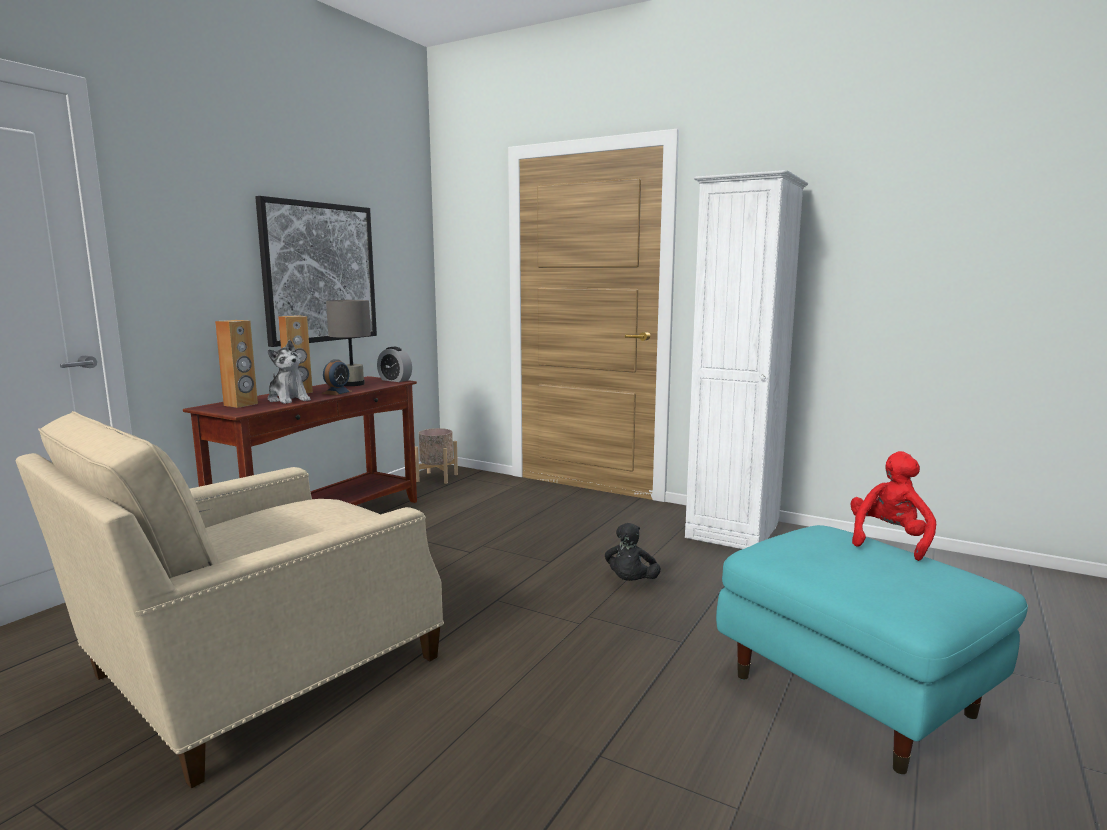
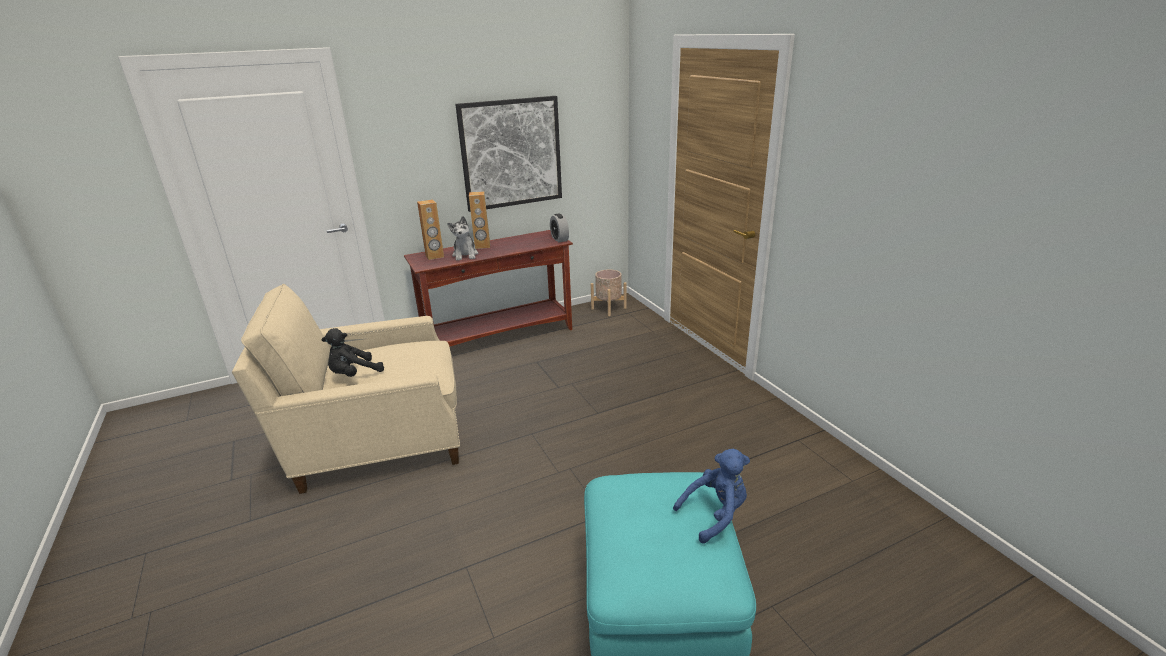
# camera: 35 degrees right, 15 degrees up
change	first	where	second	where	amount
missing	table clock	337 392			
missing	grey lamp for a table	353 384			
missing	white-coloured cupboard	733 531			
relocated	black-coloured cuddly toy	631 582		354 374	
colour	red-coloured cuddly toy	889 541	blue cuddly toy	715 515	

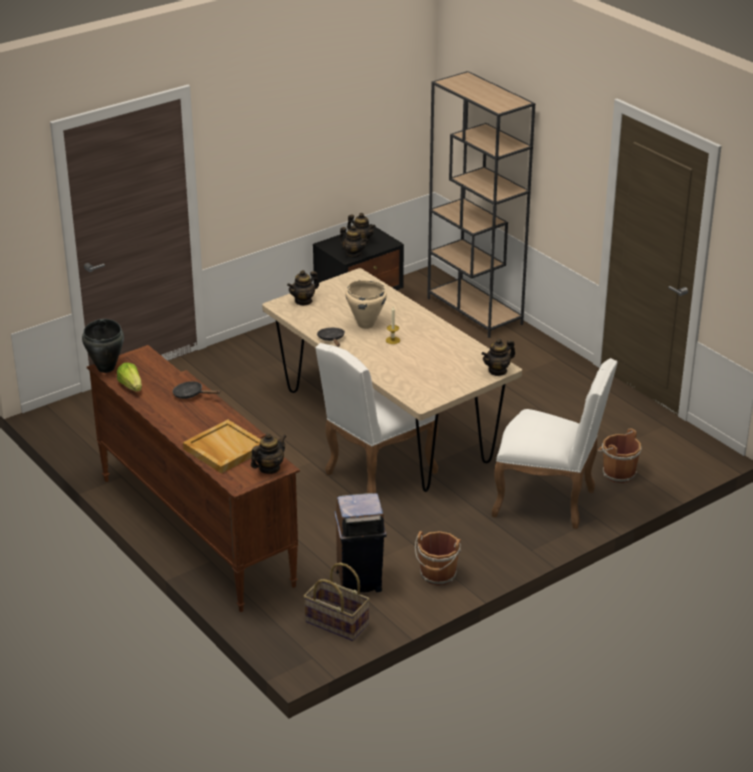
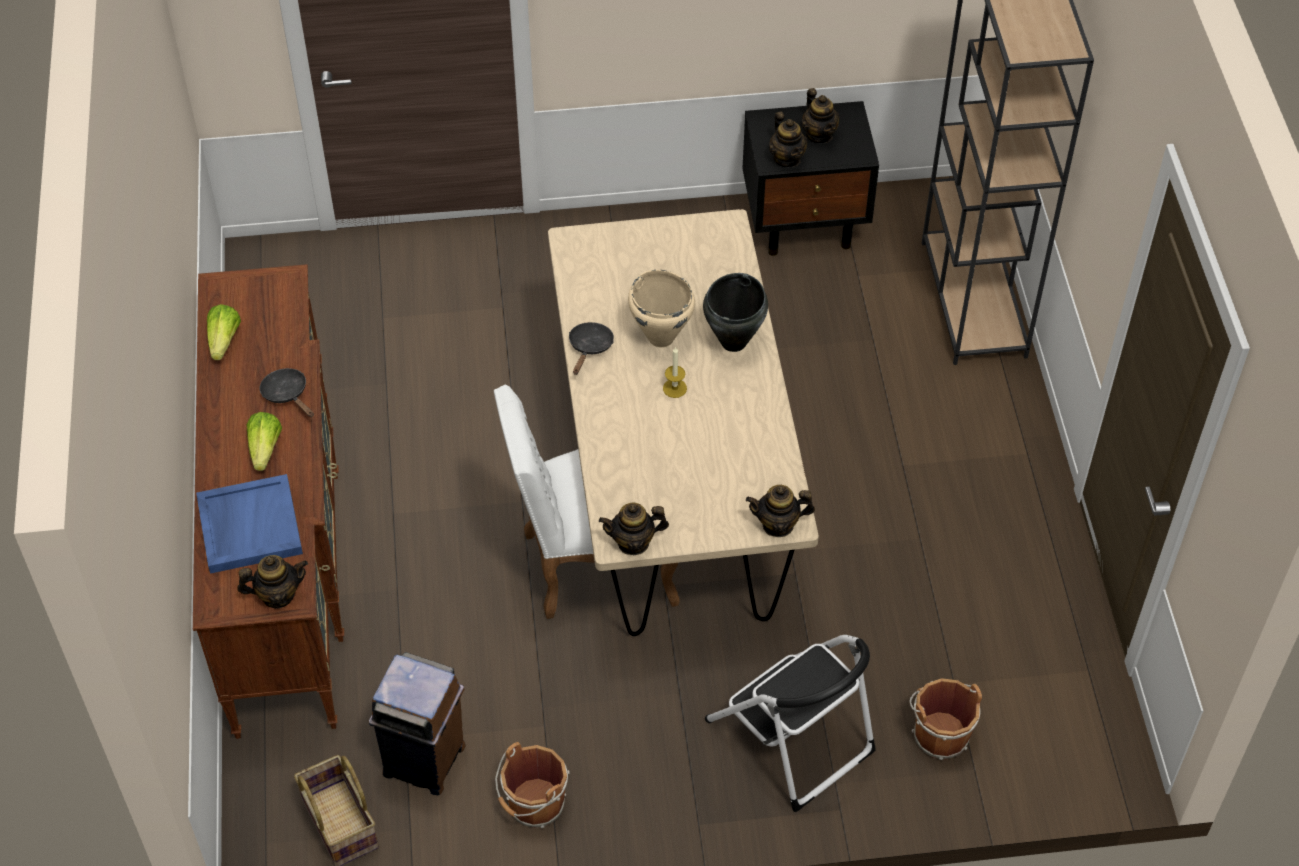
# camera: 30 degrees right, 20 degrees up
change	first	where	second	where	amount
appeared			lettuce head	265 449	
relocated	black-coloured saucepot	106 368		734 341	
relocated	pot for tea	303 301		633 542	
exchanged	white-coloured chair	547 501	step stool	793 739	
colour	beige carrying tray	224 449	blue carrying tray	249 526	

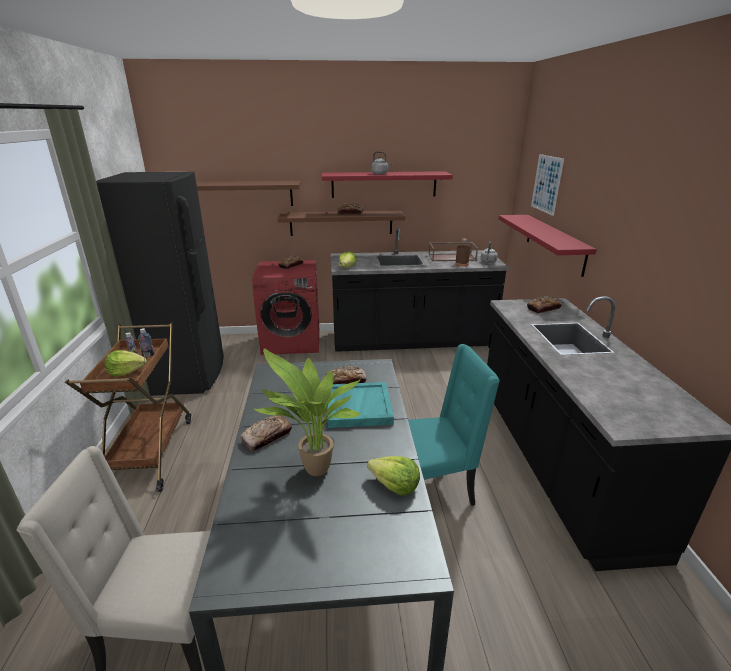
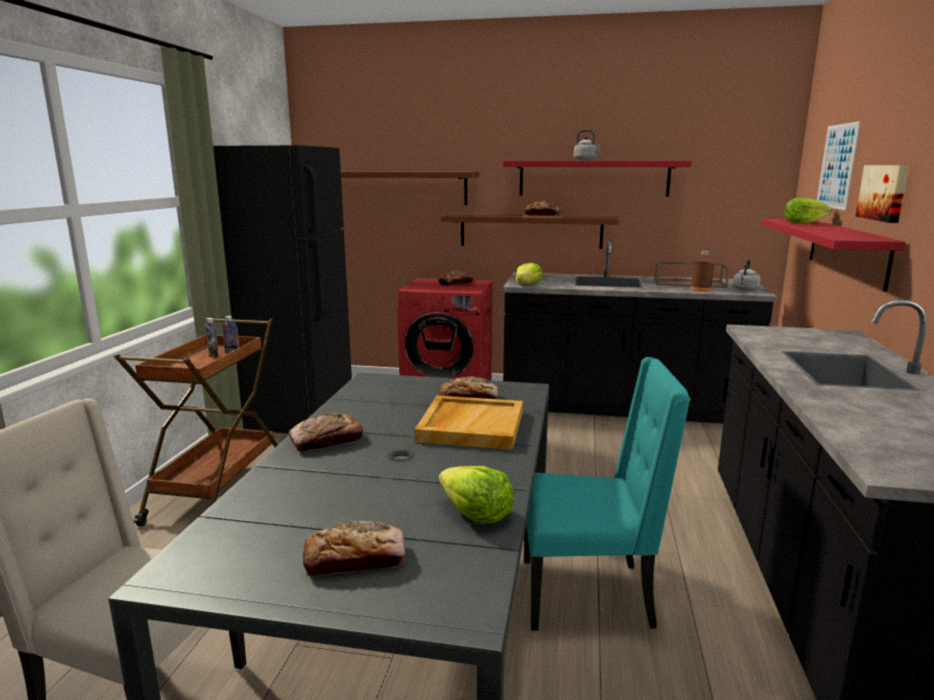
# camera: 15 degrees right, 10 degrees down
change	first	where	second	where	amount
missing	potted plant	314 471			
appeared			wall picture	884 192	
relocated	lettuce head	126 371		803 223	
relocated	bakery bread	543 308		355 559	
colour	turquoise-coloured carrying tray	358 406	beige carrying tray	470 426	

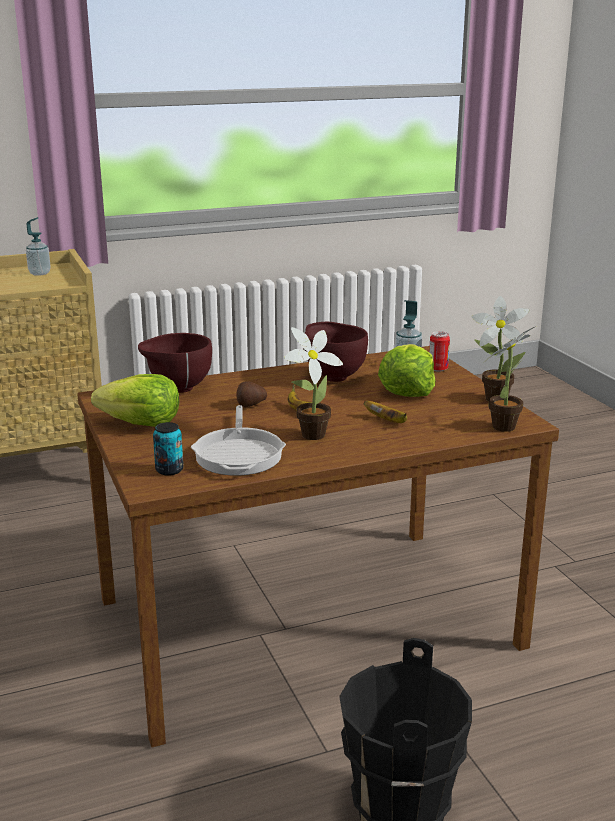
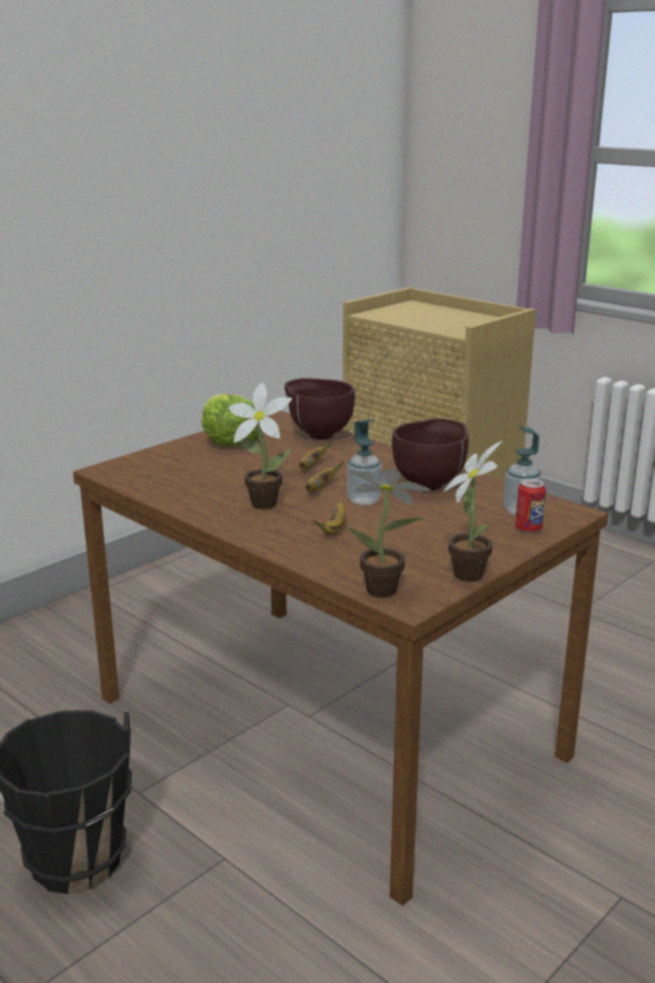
# camera: 65 degrees right, 0 degrees up
change	first	where	second	where	amount
missing	sealed can	169 470			
missing	skillet	239 454			
missing	lettuce head	407 390			
relocated	liquid soap bottle	39 273		364 500	
exchanged	potato	250 405	whole banana	311 467	

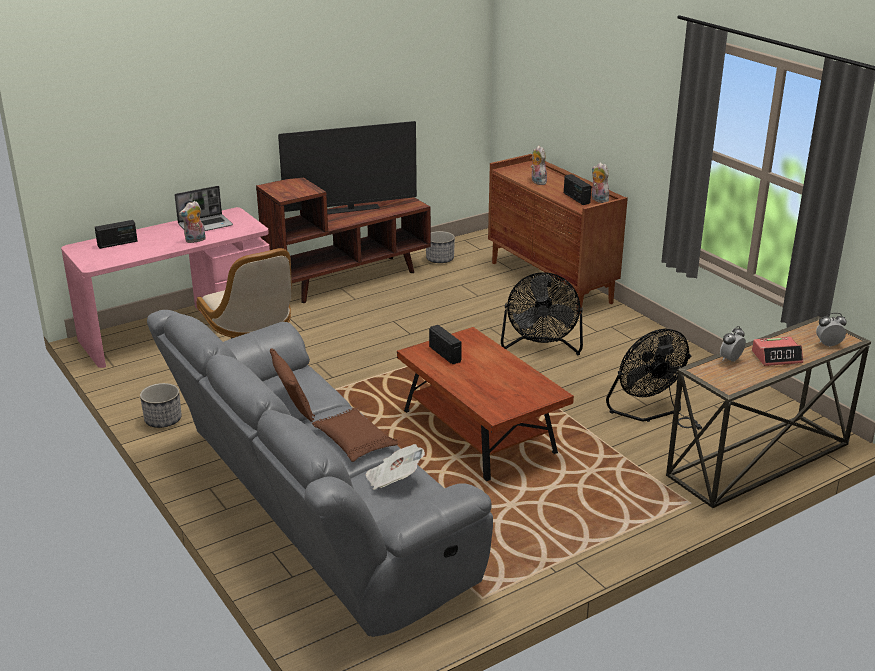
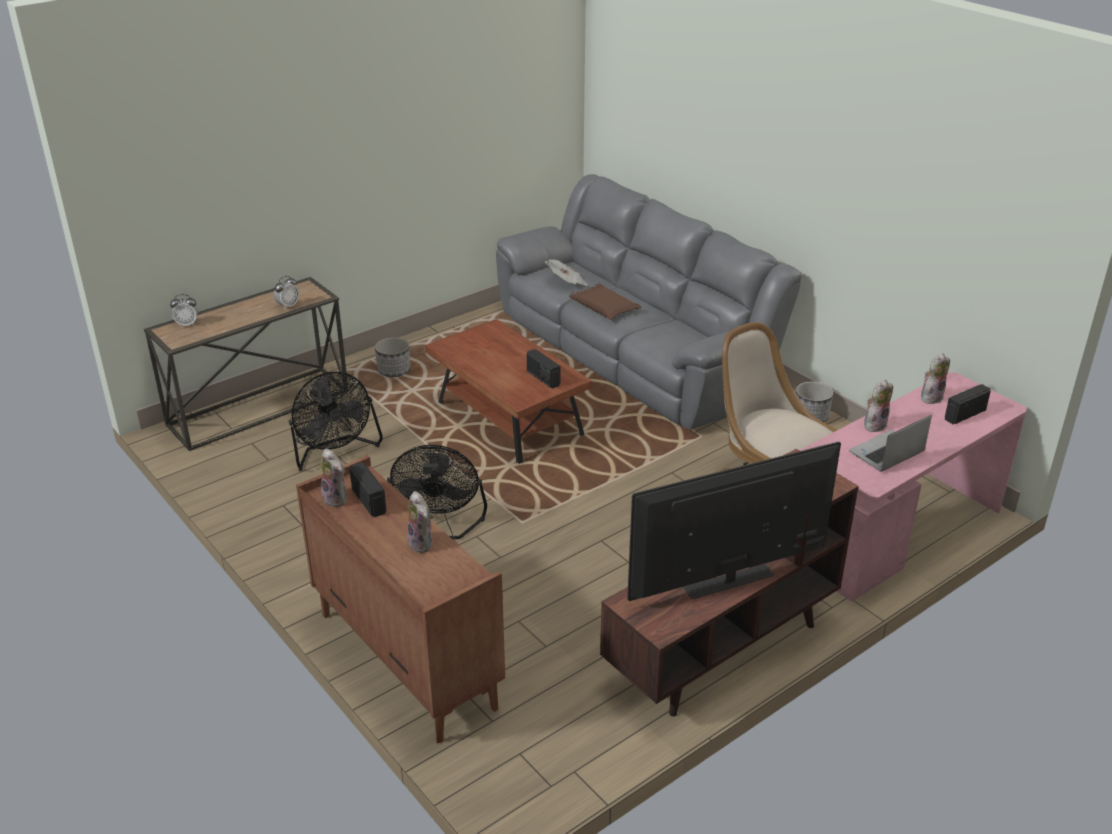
# camera: 175 degrees right, 5 degrees up
change	first	where	second	where	amount
missing	brown pillow	293 404			
missing	table clock	777 357			
appeared			cuddly toy	931 397	
relocated	flower pot	440 259		394 370	

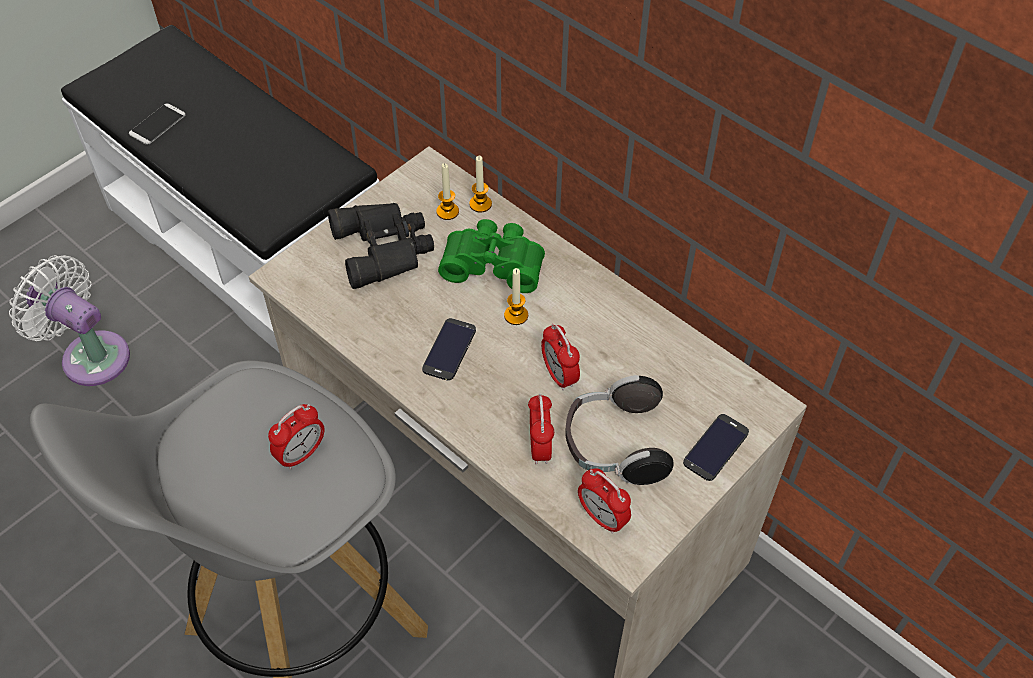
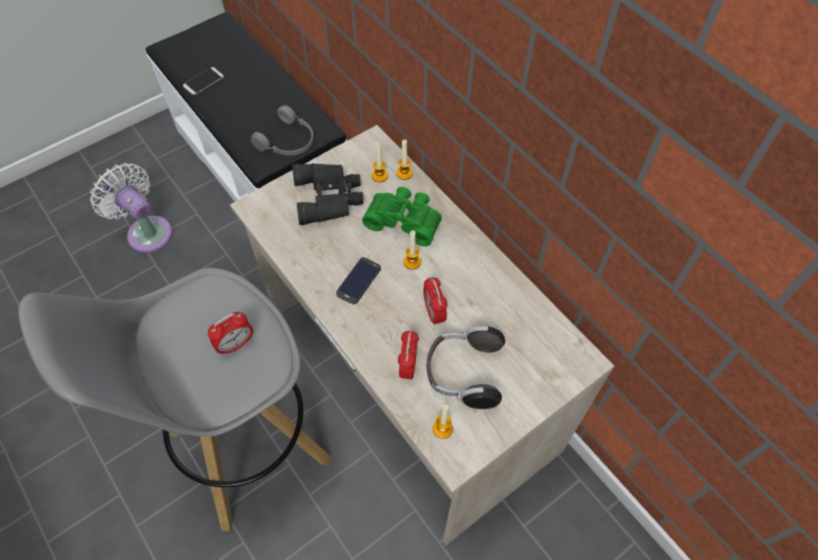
# camera: 10 degrees right, 5 degrees up
change	first	where	second	where	amount
missing	handset	716 447			
appeared			grey headset	288 141	
exchanged	table clock	602 517	wax light	442 428	

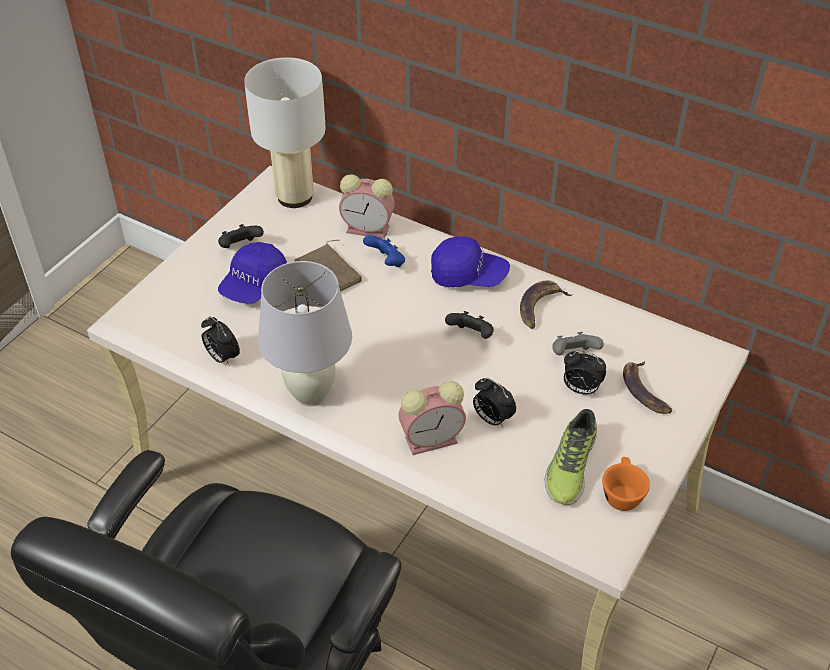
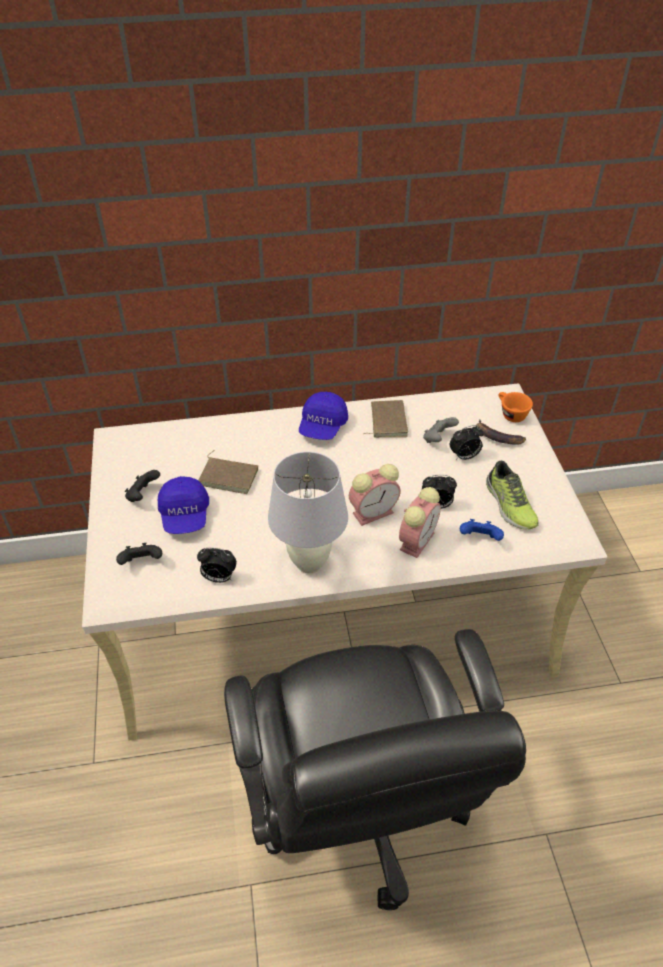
# camera: 40 degrees left, 0 degrees up
change	first	where	second	where	amount
missing	white-coloured lamp for a table	296 196			
relocated	table clock	369 229		374 512	
relocated	blue gamepad	386 262		479 539	
relocated	black-coloured gamepad	471 335		142 562	
relocated	orange-coloured small cup	621 493		510 414	
exchanged	whole banana	540 306	brown volume	386 421	
spun	blue peaked cap	468 275		322 426	135 degrees clockwise

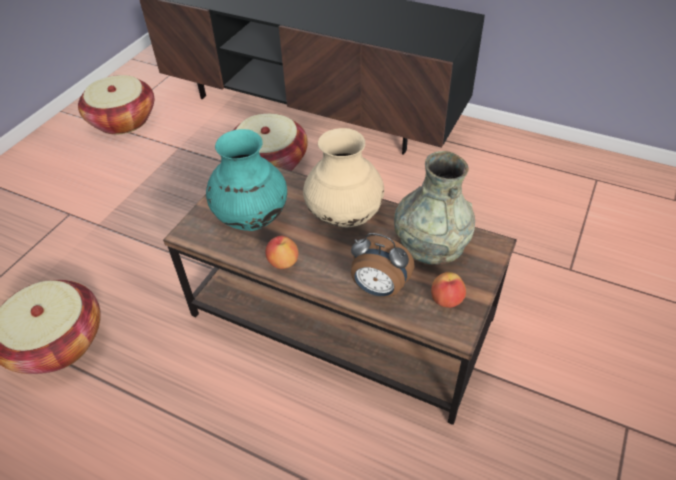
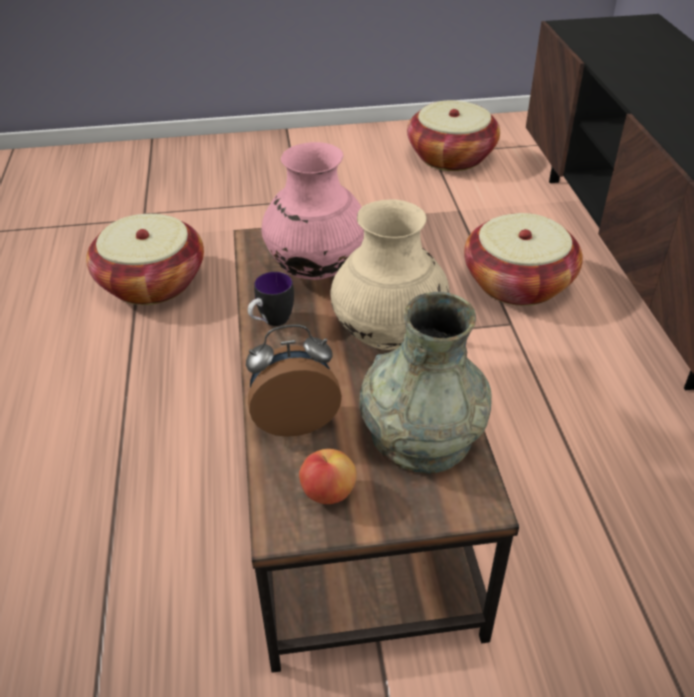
# camera: 55 degrees right, 5 degrees down
change	first	where	second	where	amount
exchanged	apple	283 262	tea mug	271 322	
colour	turquoise-coloured vase	251 218	pink-coloured vase	316 268	
spun	table clock	379 289		294 419	90 degrees clockwise

